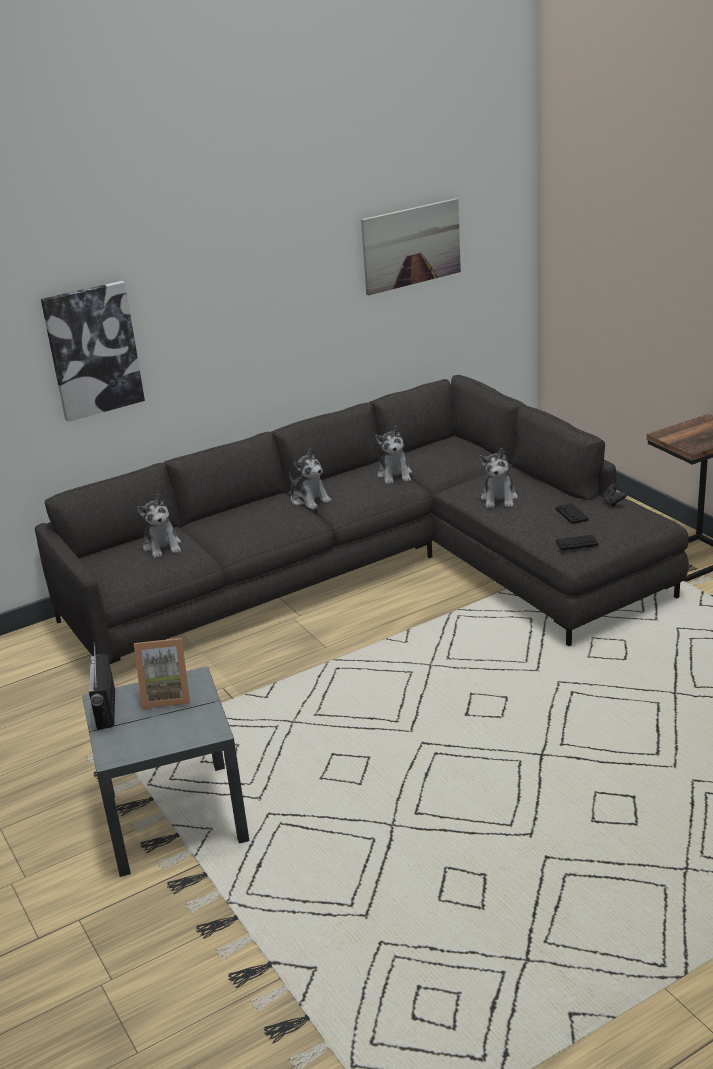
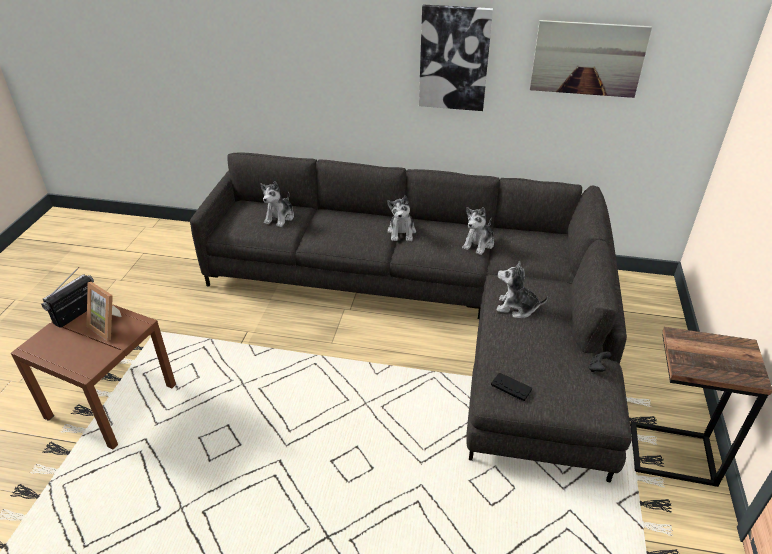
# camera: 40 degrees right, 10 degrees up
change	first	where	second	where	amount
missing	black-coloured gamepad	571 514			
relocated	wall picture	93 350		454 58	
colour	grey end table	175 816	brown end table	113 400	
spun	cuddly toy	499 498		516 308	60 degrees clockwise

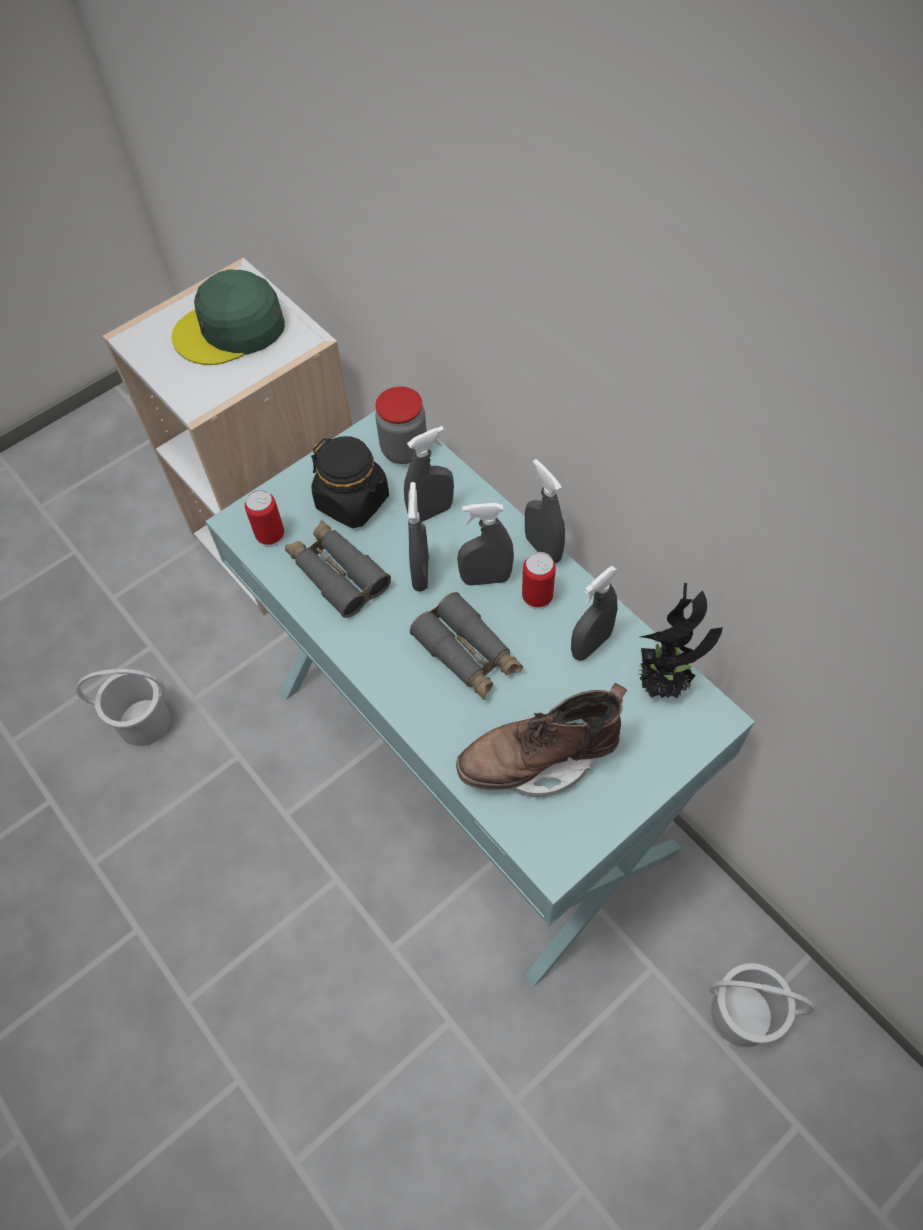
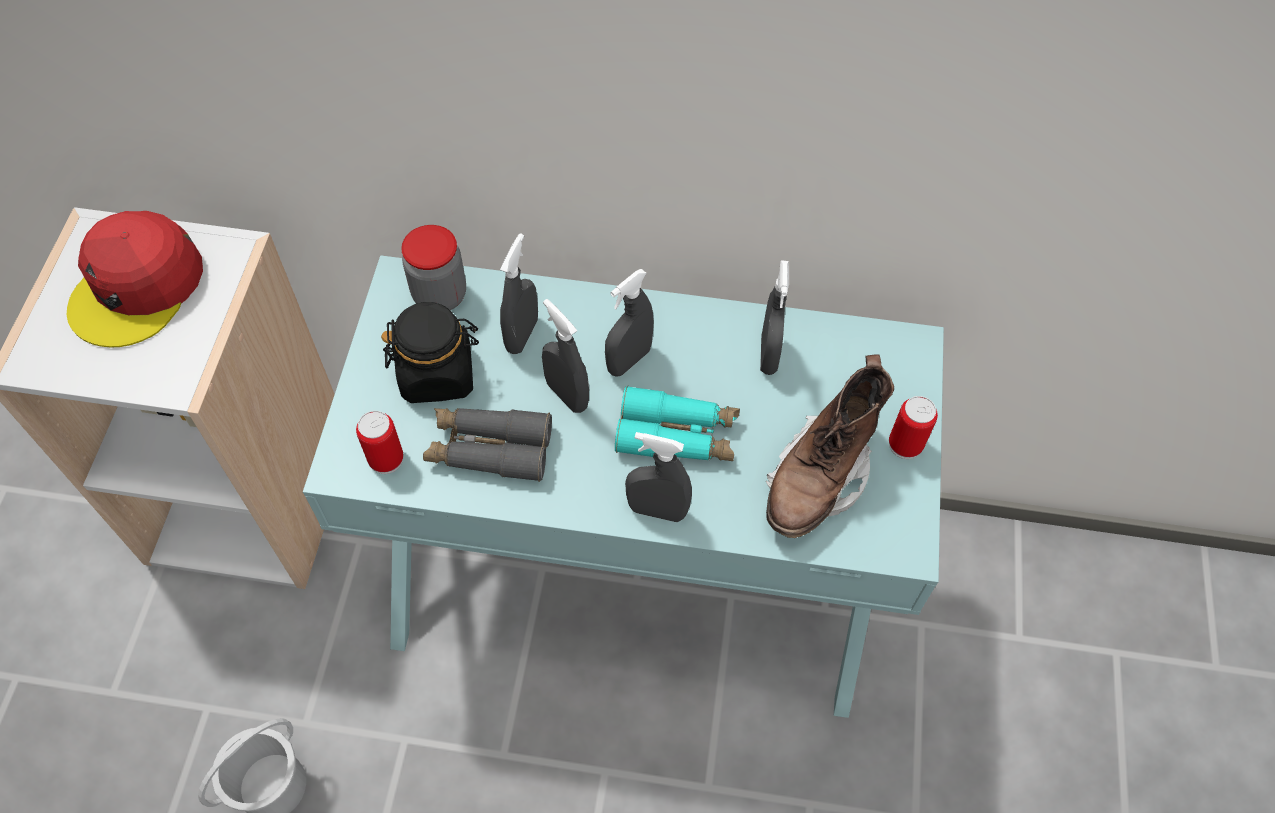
# camera: 45 degrees left, 0 degrees up
change	first	where	second	where	amount
missing	potted plant	664 684			
missing	white-coloured pail	741 1012			
relocated	sealed can	537 596		905 444	
relocated	grey hand sprayer	543 549		657 510	
colour	greenish peaked cap	231 329	red-coloured peaked cap	138 288	
colour	grey field glasses	468 654	turquoise-coloured field glasses	677 435	

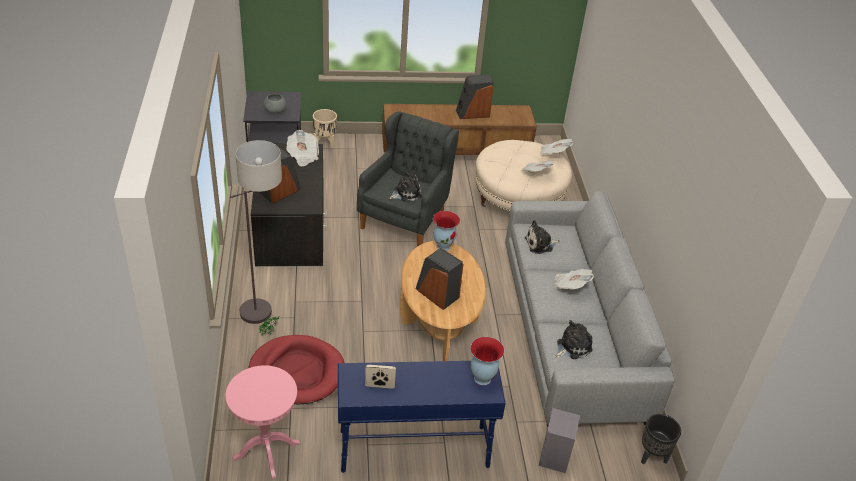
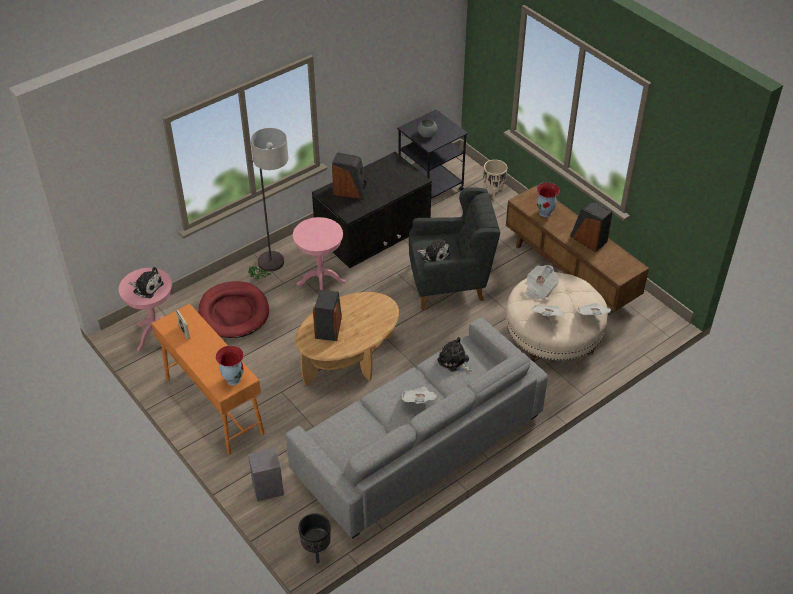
# camera: 60 degrees right, 5 degrees up
change	first	where	second	where	amount
appeared			pink-coloured end table	321 283	
relocated	printed paper	303 156		539 289	
relocated	vase	443 246		545 213	
relocated	cuddly toy	572 347		147 287	
colour	blue hall table	414 448	orange-coloured hall table	215 406	

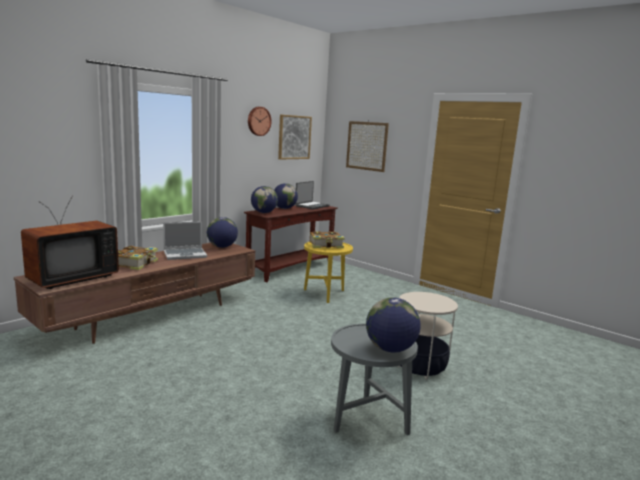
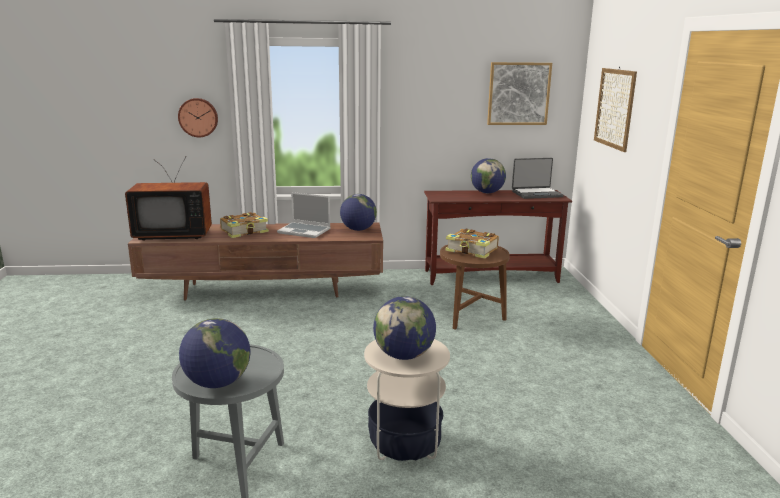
# camera: 45 degrees right, 5 degrees up
change	first	where	second	where	amount
relocated	clock on the wall	258 121		198 117	
relocated	globe	264 212		404 355	
colour	yellowish end table	325 294	brown end table	470 318	

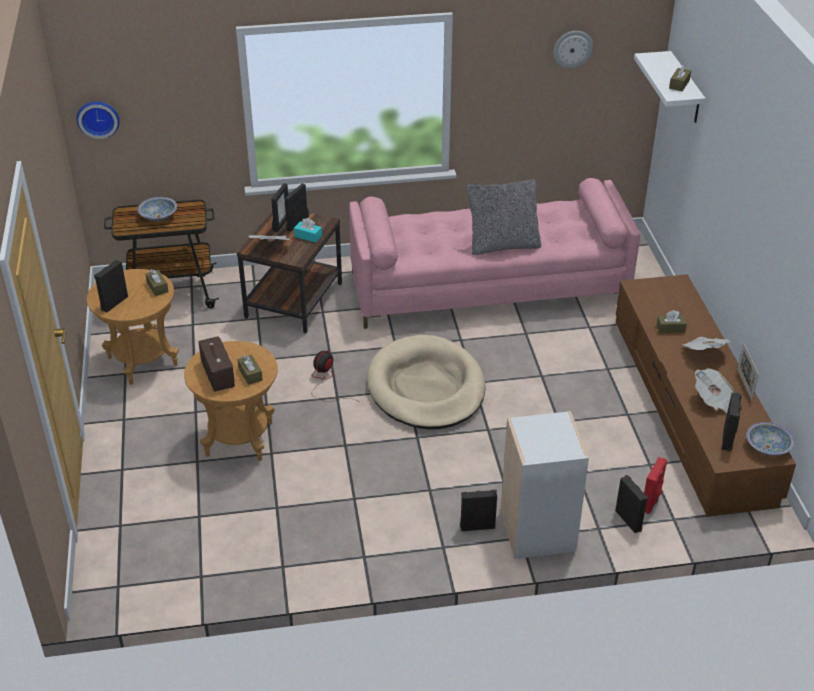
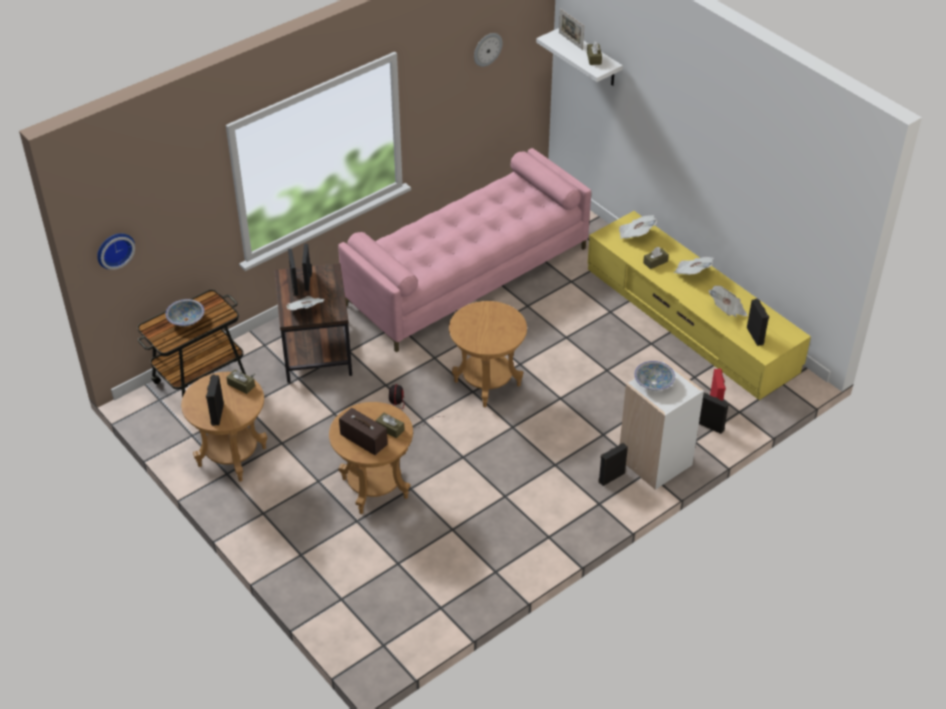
# camera: 30 degrees left, 5 degrees up
change	first	where	second	where	amount
missing	turquoise-coloured box of tissues	308 236			
missing	grey pillow	503 243			
appeared			printed paper	635 234	
relocated	picture frame	744 385		570 41	
relocated	bowl	768 447		653 383	
exchanged	beige dog cushion	426 387	brown end table	487 383	
colour	brown media console	691 406	yellowish media console	691 318	

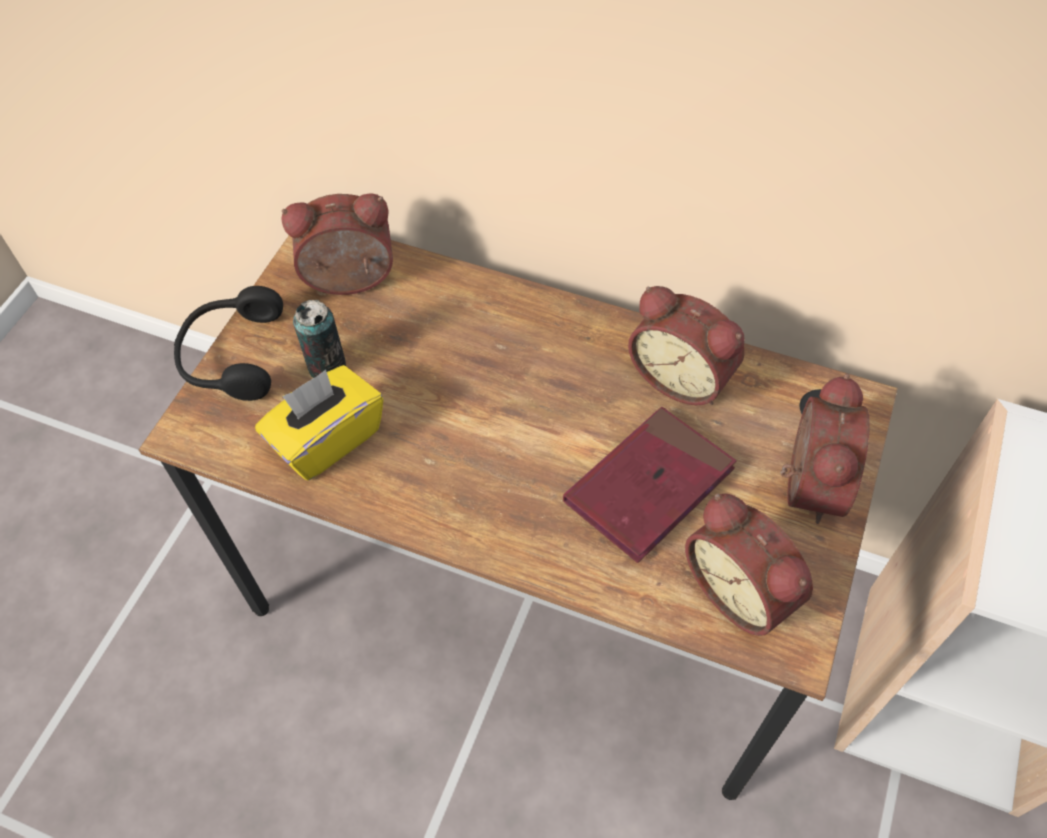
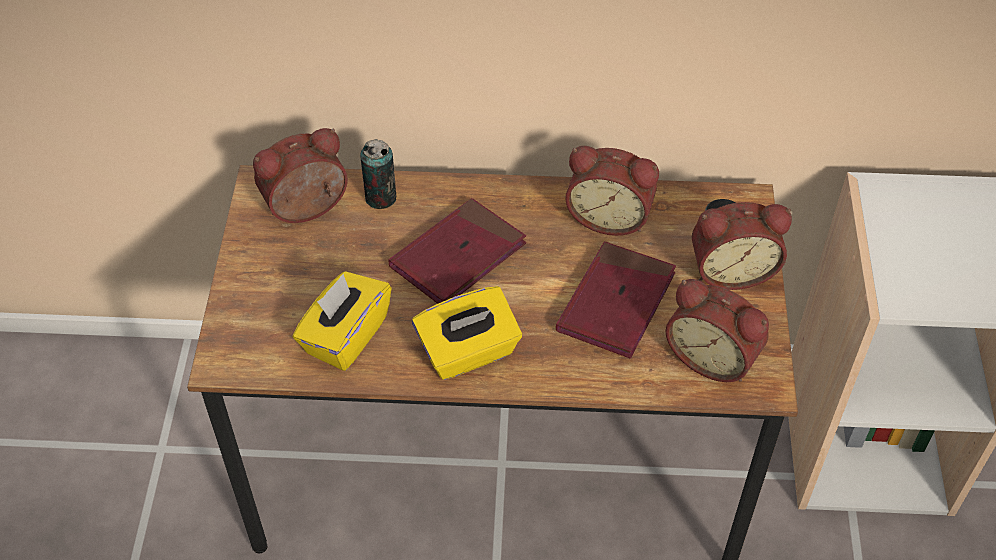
# camera: 20 degrees left, 5 degrees down
change	first	where	second	where	amount
missing	black-coloured headset	231 356			
appeared			red-coloured volume	458 256	
appeared			yellowish box of tissues	468 352	
relocated	sealed can	327 366		380 198	
spun	table clock	806 482		731 269	90 degrees clockwise

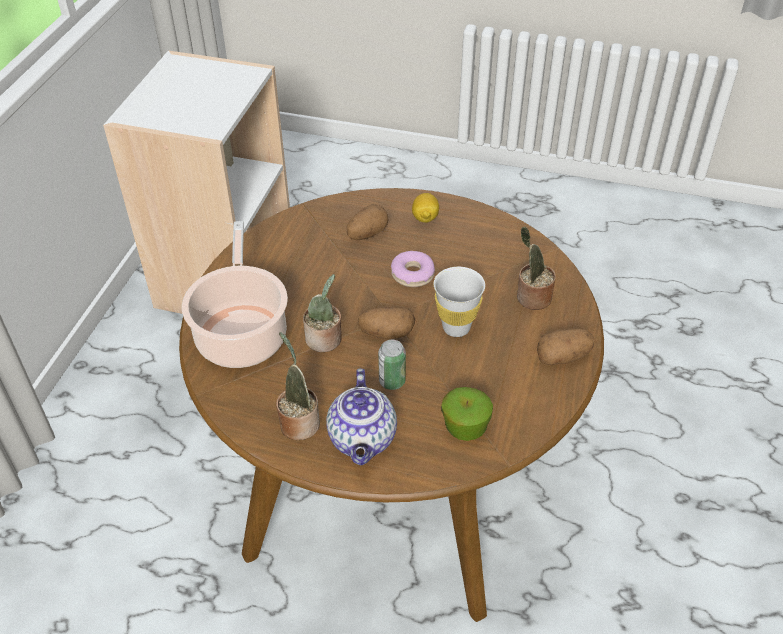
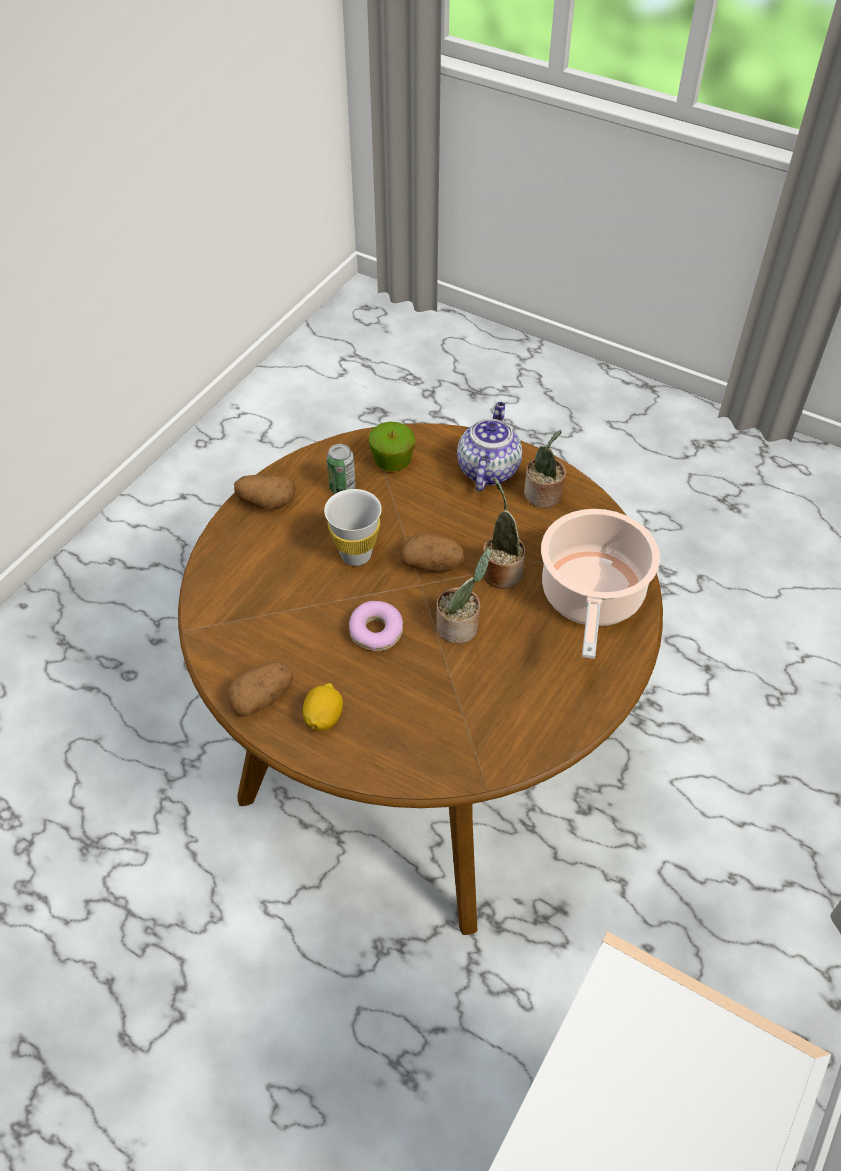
# camera: 165 degrees left, 5 degrees up
change	first	where	second	where	amount
relocated	potato	367 233		262 698	
relocated	sealed can	392 381		342 487	
relocated	potted plant	531 298		460 627	

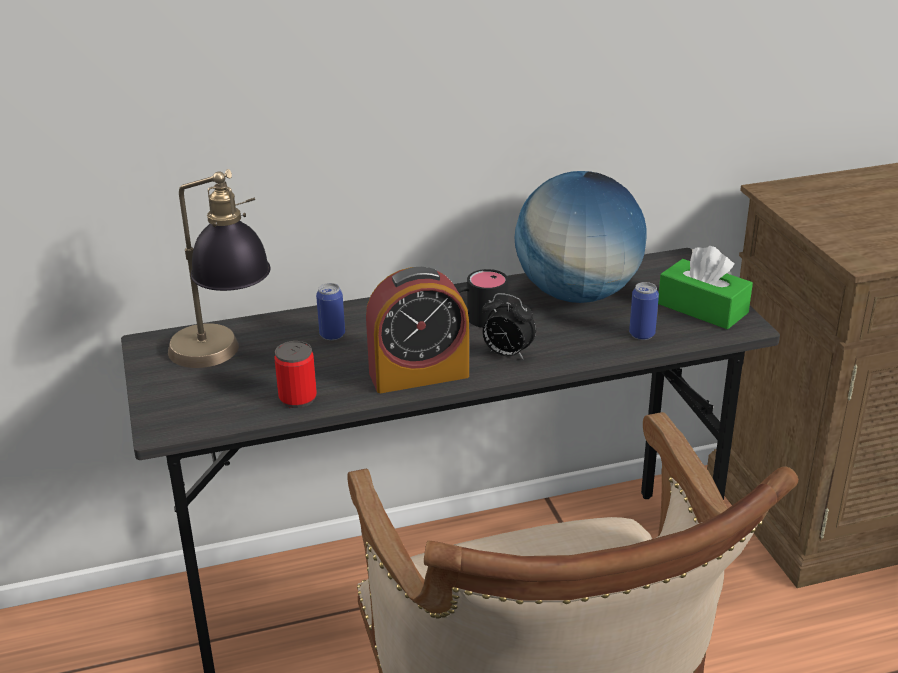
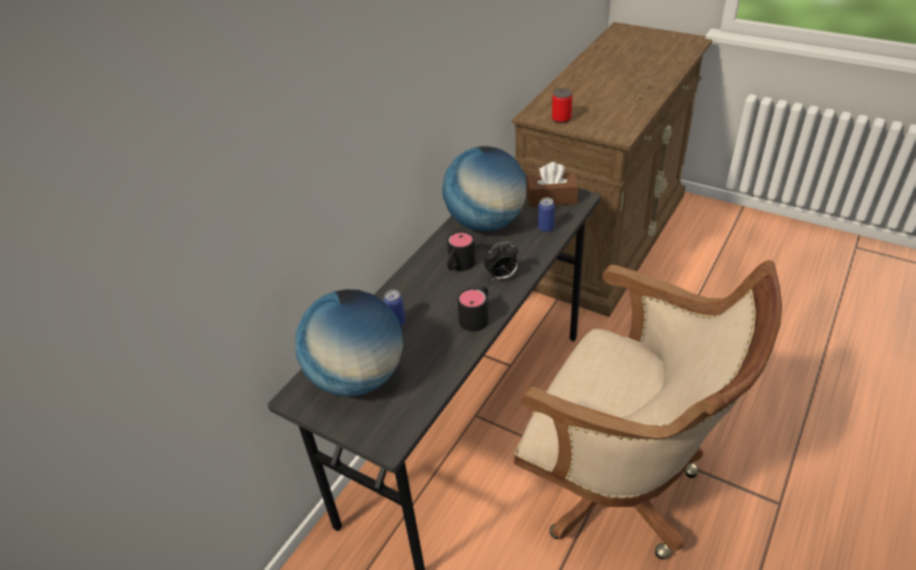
# camera: 40 degrees left, 10 degrees up
change	first	where	second	where	amount
relocated	sealed can	298 398		561 119	
exchanged	lamp for a table	223 359	globe	357 377	
exchanged	table clock	419 374	black-coloured tea mug	477 316	
colour	greenish box of tissues	702 308	brown box of tissues	551 198	

